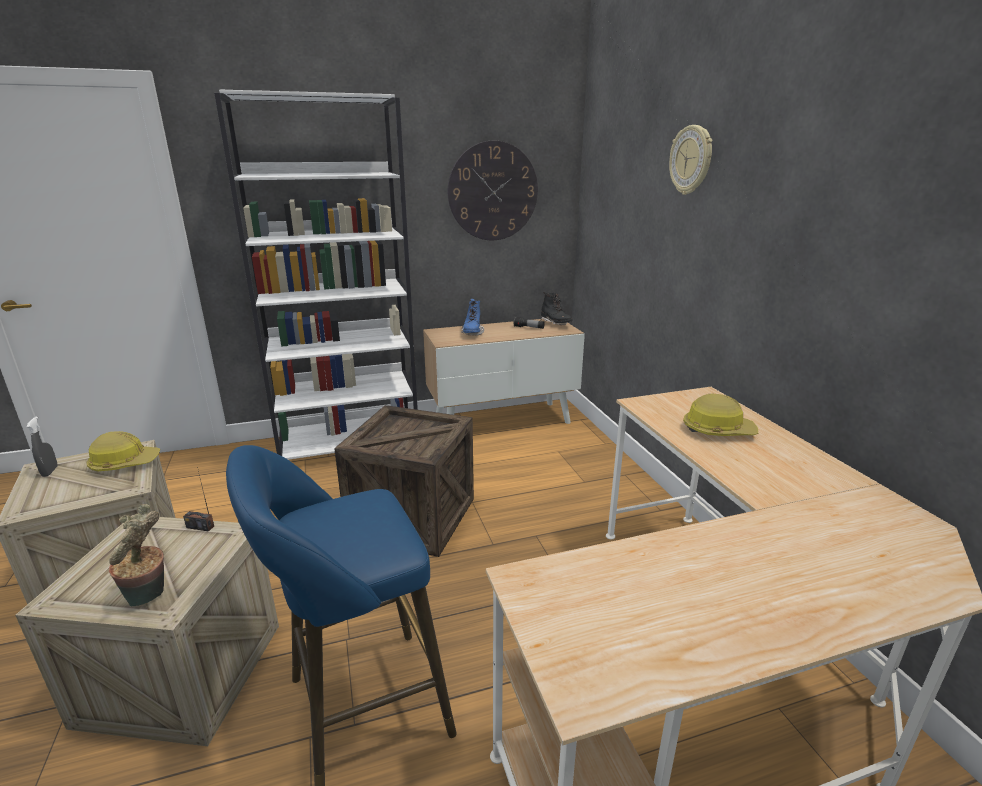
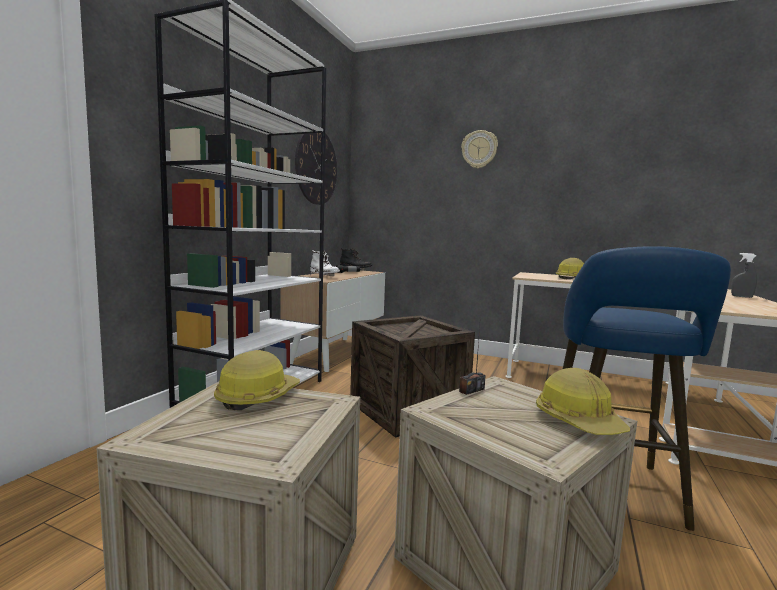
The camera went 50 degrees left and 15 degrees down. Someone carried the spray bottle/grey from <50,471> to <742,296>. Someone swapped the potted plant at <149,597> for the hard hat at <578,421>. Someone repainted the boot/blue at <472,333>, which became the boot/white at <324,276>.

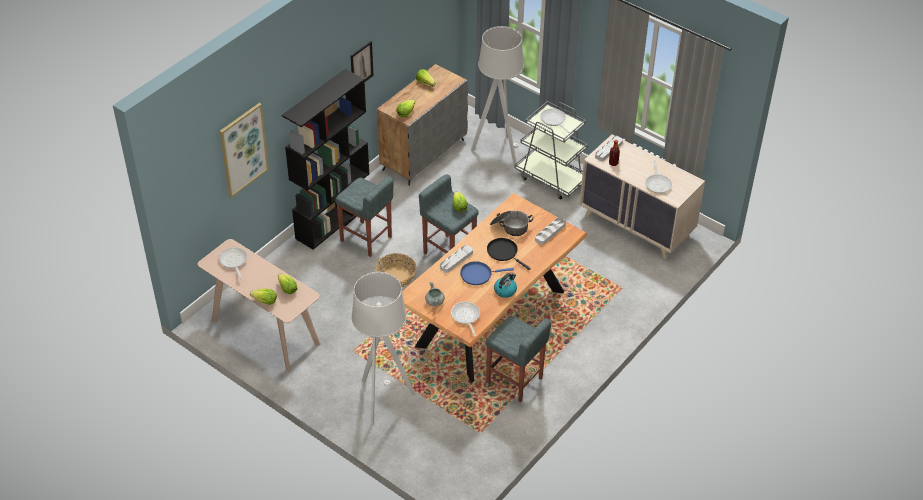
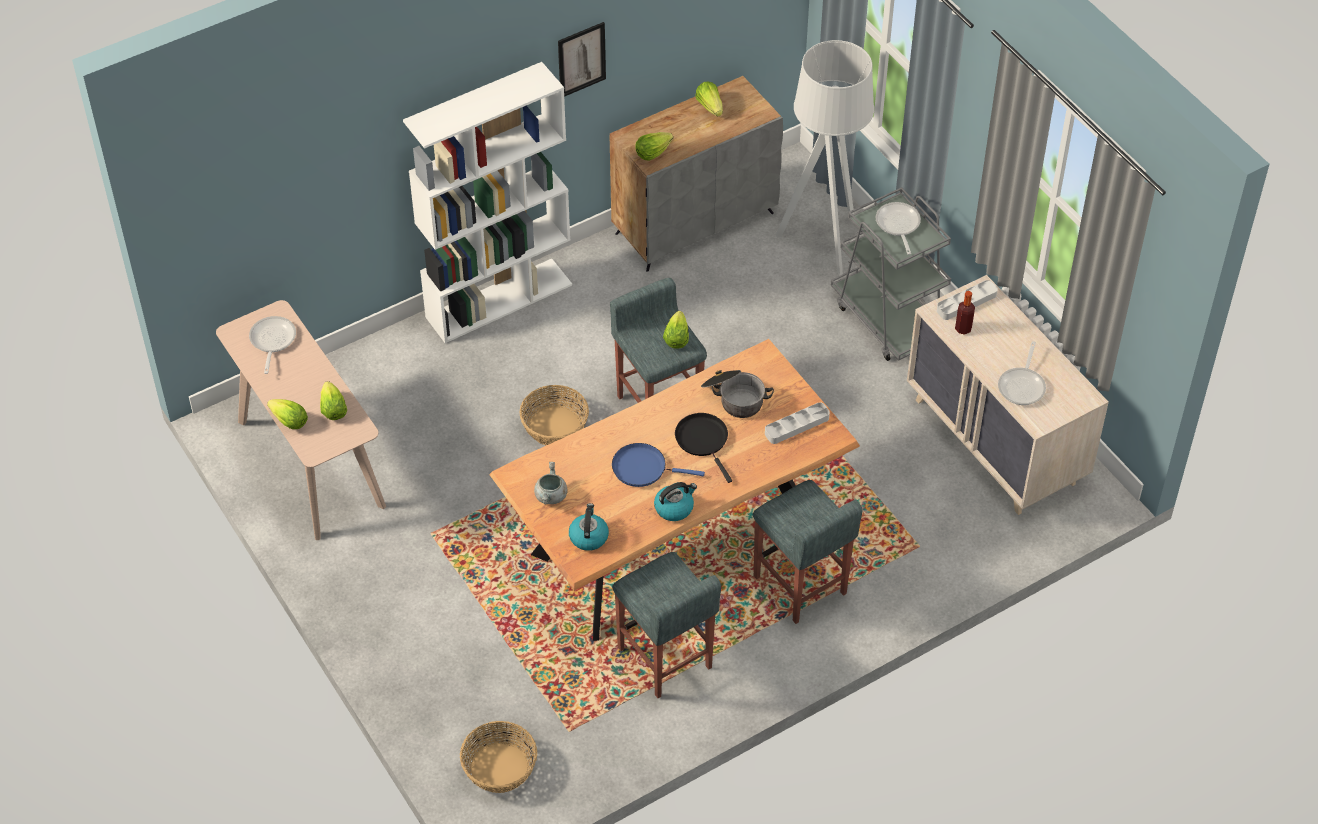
The camera went 20 degrees right and 5 degrees up. Someone took away the picture at <243,149>. Someone repainted the bookcase/black at <333,219>, which became the bookcase/white at <499,300>. Someone carried the stool/grey from <366,239> to <800,586>. Someone took away the floor lamp/grey at <383,399>. Someone took away the tray/grey at <456,260>. Someone swapped the frying pan at <466,317> for the kettle at <588,536>. Someone put down the basket at <499,768>.

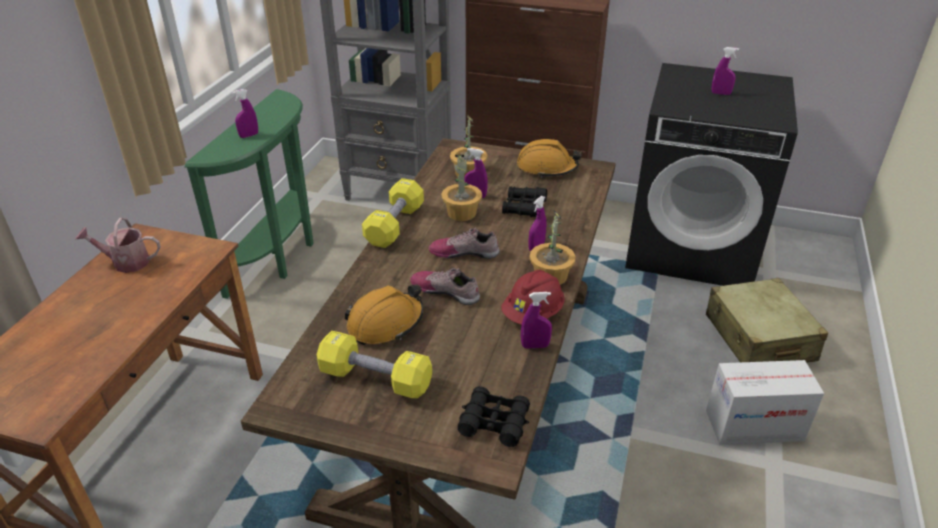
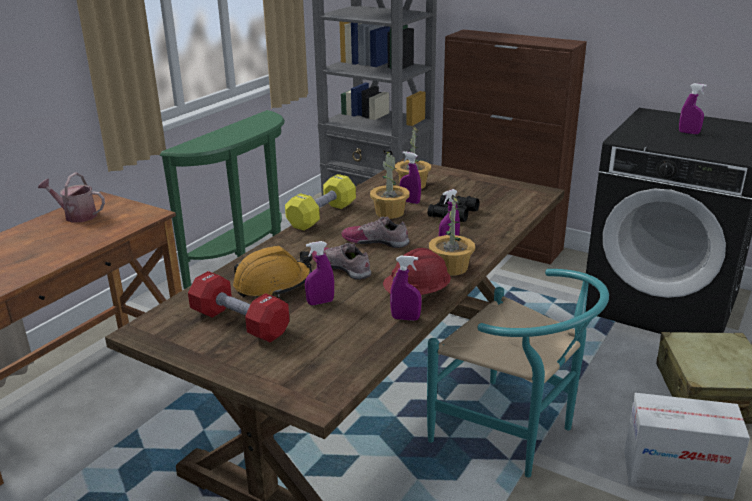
The camera went 15 degrees right and 10 degrees down. Someone carried the spray bottle/purple from <249,135> to <320,302>. Someone repainted the dumbbell/yellow at <375,379>, which became the dumbbell/red at <240,323>. Someone took away the binoculars/black at <494,422>. Someone took away the hard hat/orange at <547,168>. Someone put down the chair/turquoise at <513,434>.

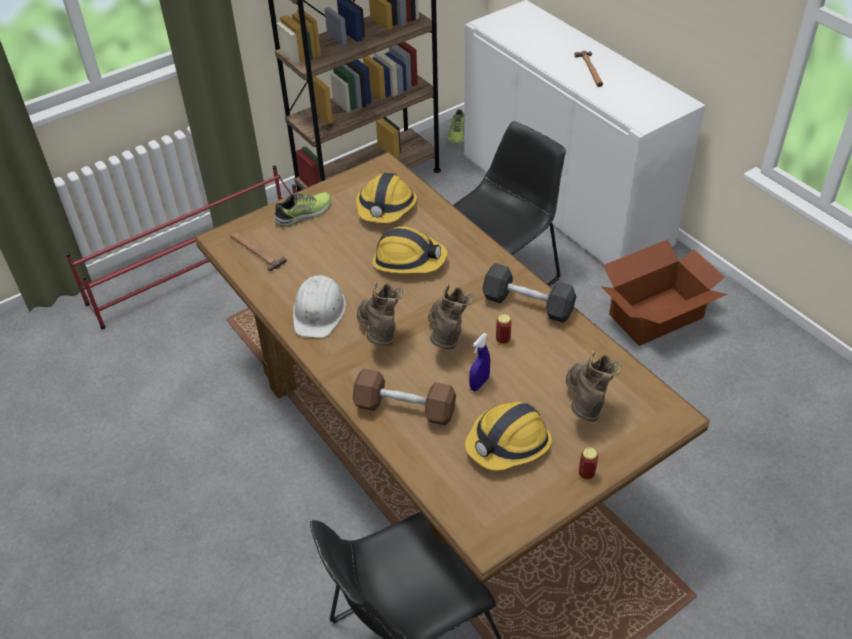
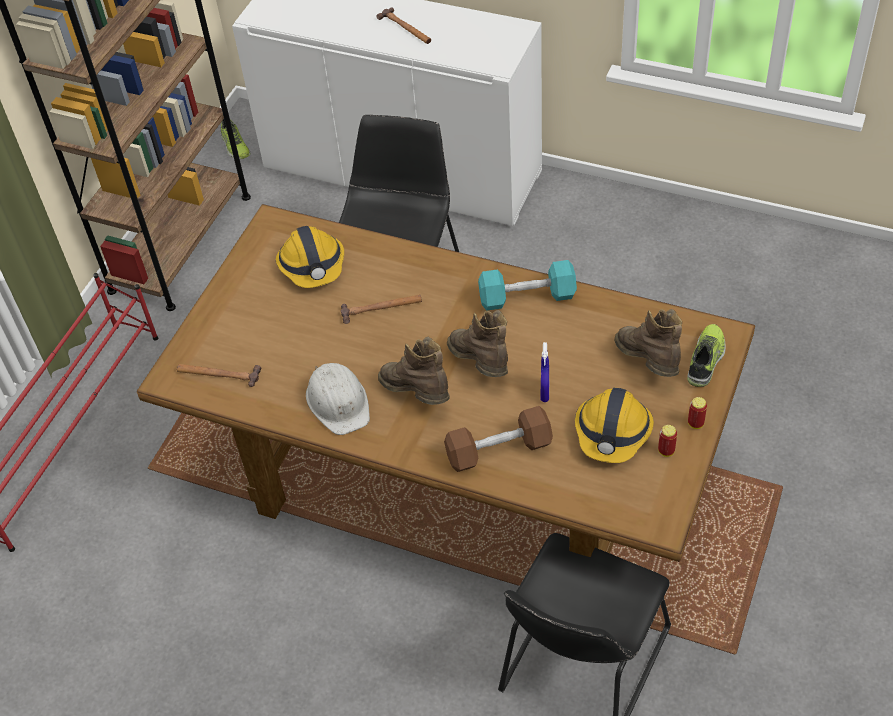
The camera went 30 degrees left and 5 degrees up. Someone carried the shoe from <304,214> to <706,360>. Someone swapped the hard hat at <408,260> for the hammer at <381,308>. Someone repainted the dumbbell/black at <528,304>, which became the dumbbell/turquoise at <527,297>. Someone carried the can from <503,340> to <666,451>. Someone took away the cardboard box at <657,316>.

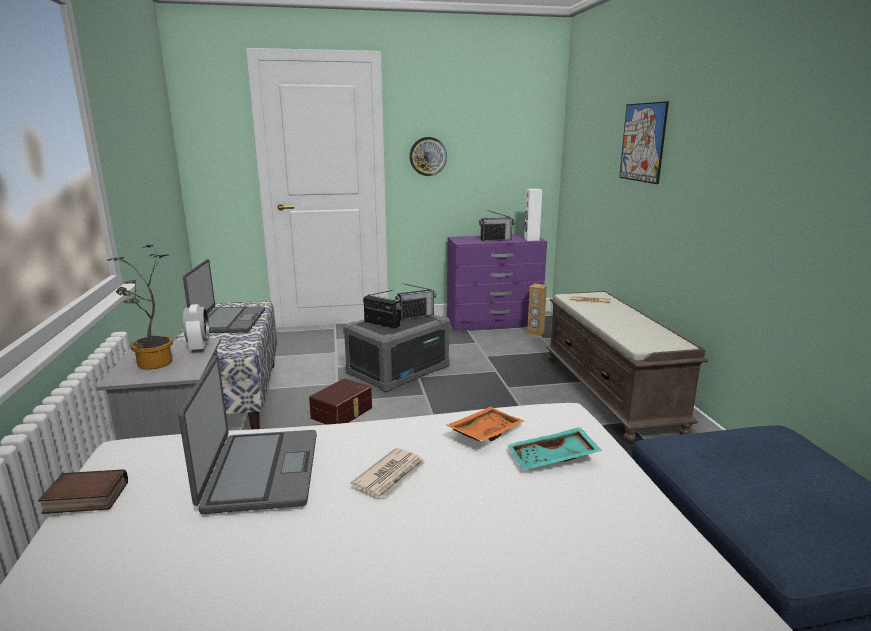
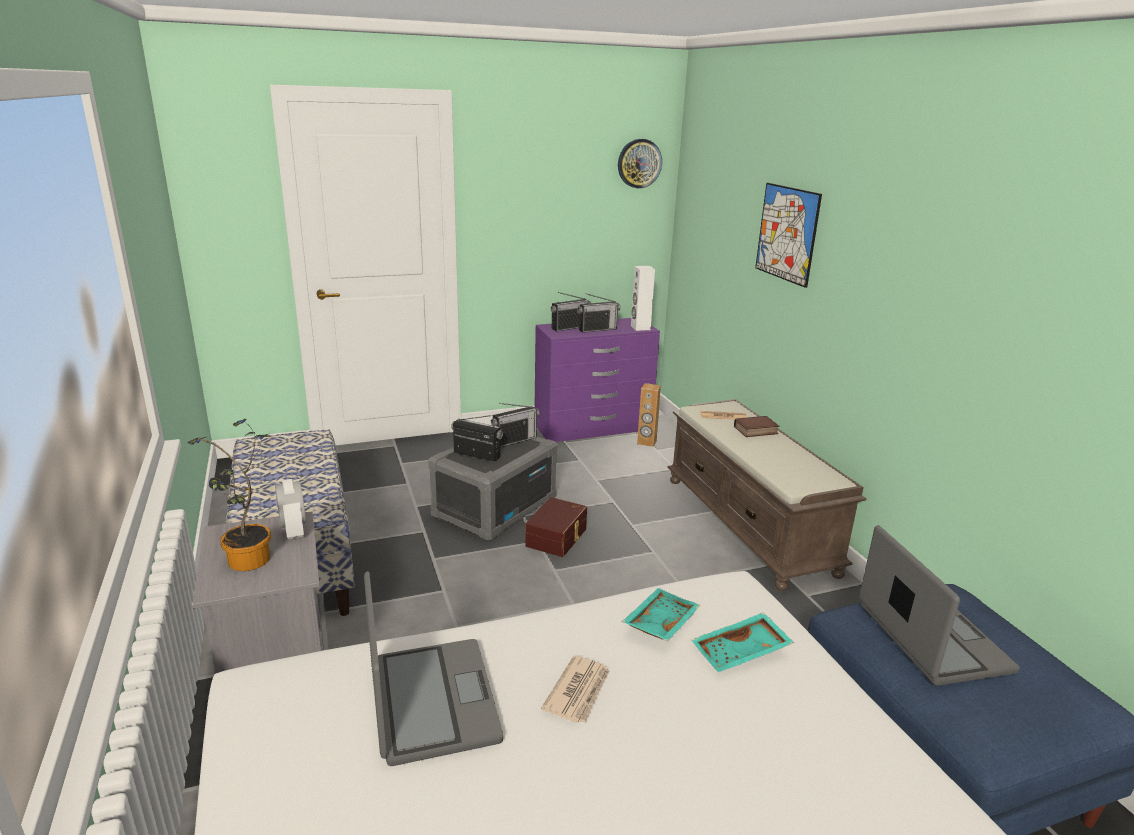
The camera went 10 degrees left and 5 degrees up. Someone carried the book from <84,499> to <755,431>. Someone carried the laptop from <229,321> to <931,638>. Someone carried the storage box/brown from <343,413> to <557,537>. Someone carried the wall clock from <428,156> to <639,163>. Someone repainted the tray/orange at <484,432>, which became the tray/turquoise at <659,622>. Someone put down the radio at <569,327>.

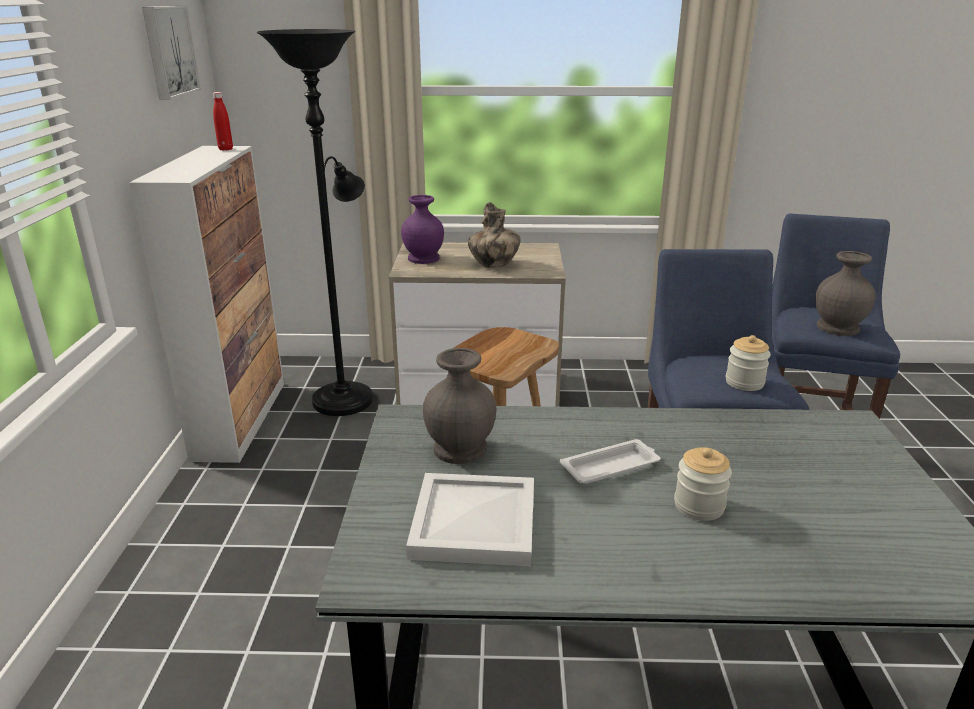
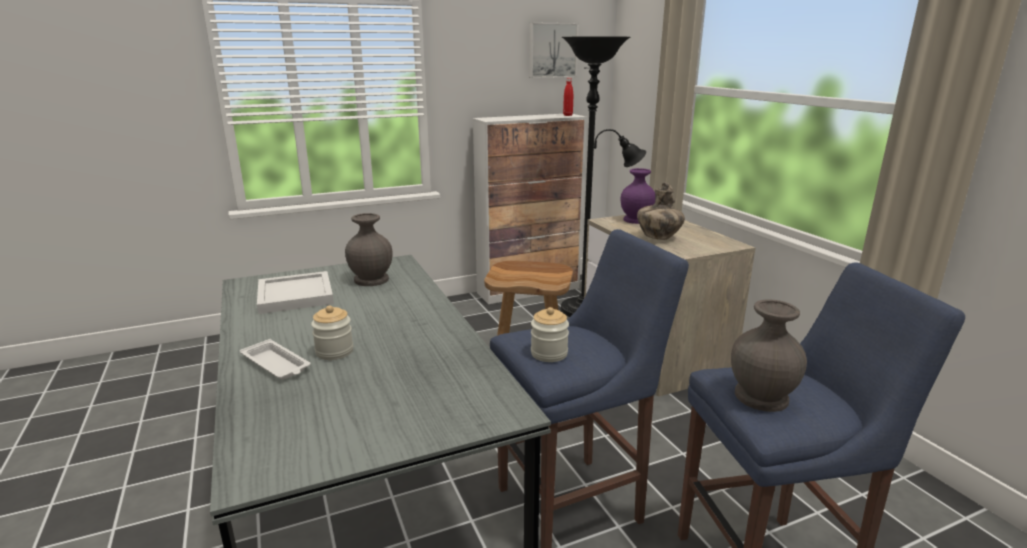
The camera went 65 degrees right and 5 degrees down. Someone carried the tray/white from <611,467> to <276,365>.

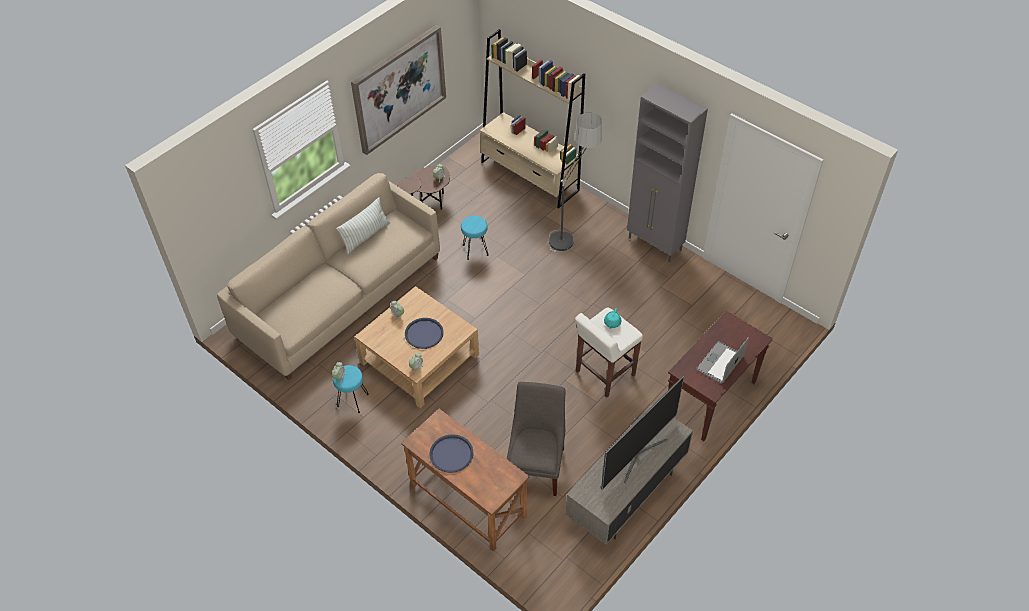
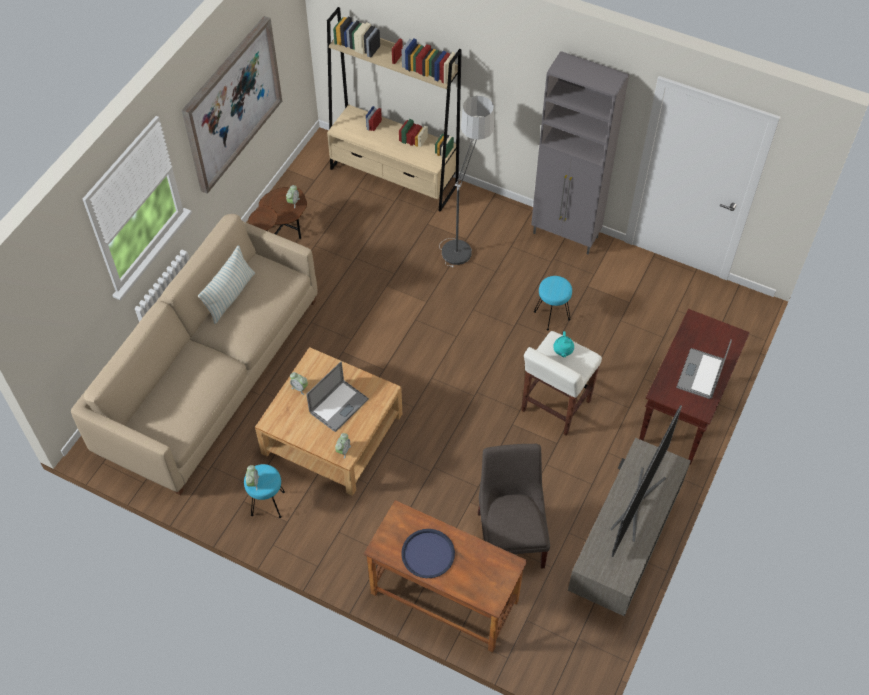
The camera went 15 degrees left and 5 degrees up. Someone swapped the tray/blue at <424,333> for the laptop at <339,406>. Someone carried the stool/turquoise from <475,250> to <552,316>.

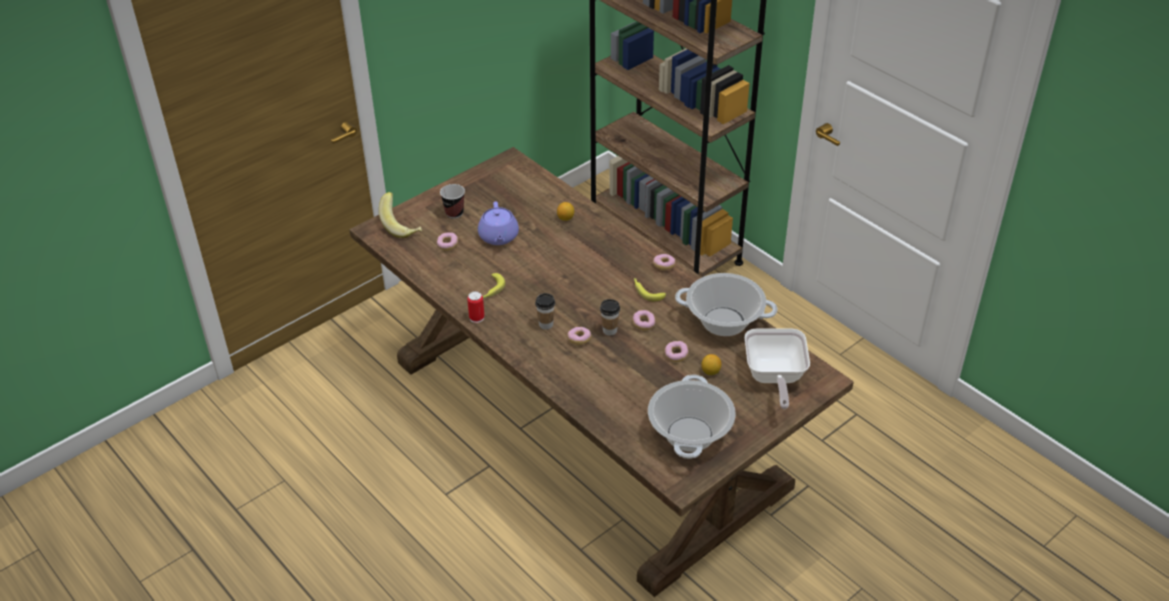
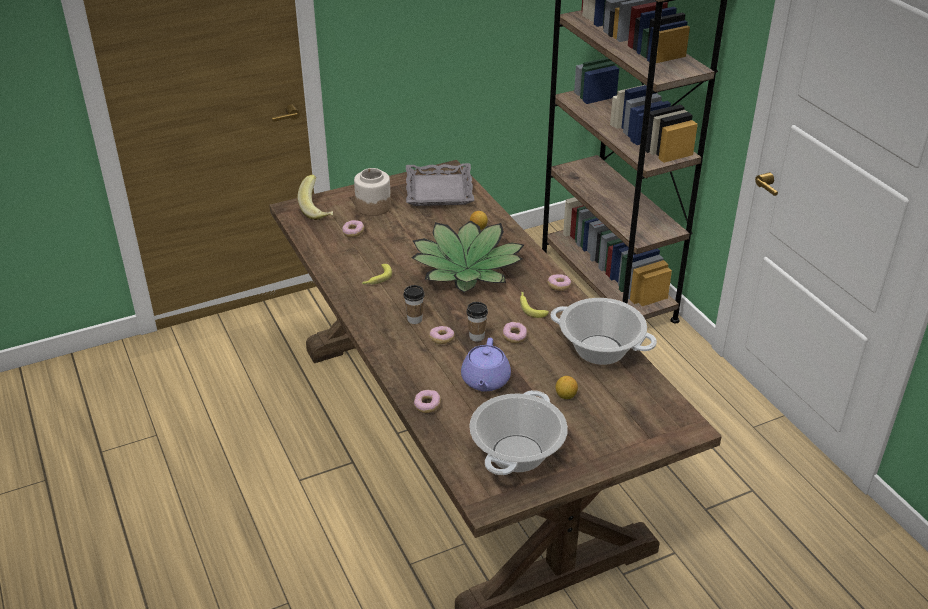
The camera went 15 degrees right and 5 degrees down. Someone swapped the cup at <454,213> for the jar at <373,206>. Someone took away the can at <476,318>. Someone carried the teapot/purple from <498,237> to <485,381>. Someone carried the donut from <676,355> to <427,406>. Someone took away the frying pan at <774,378>. Someone put down the tray/grey at <438,190>. Someone put down the potted plant at <466,268>.

